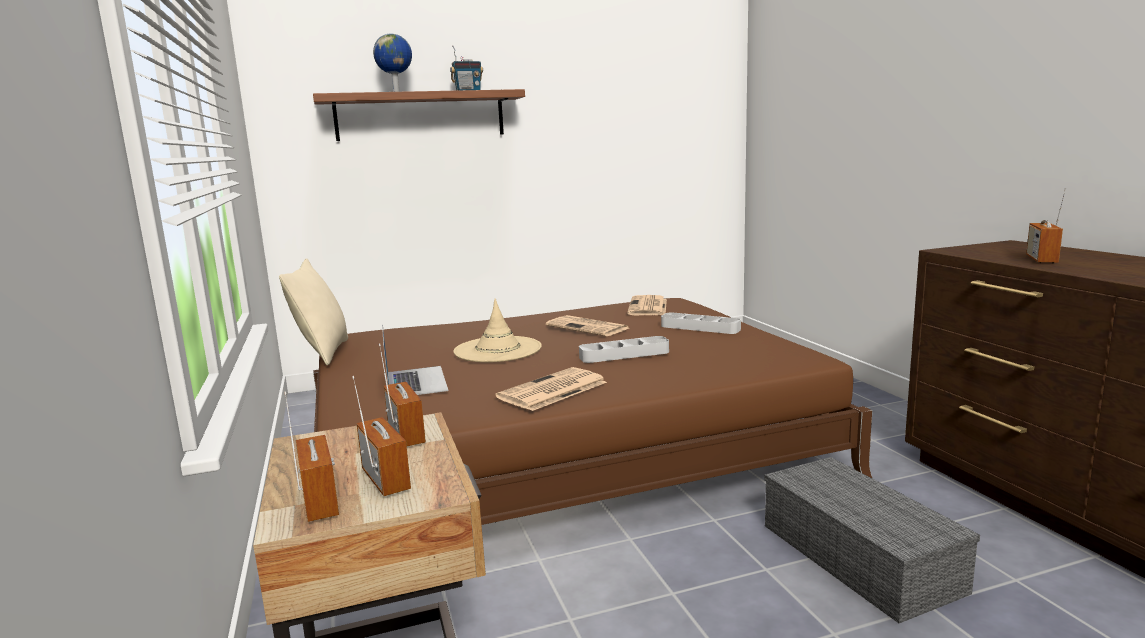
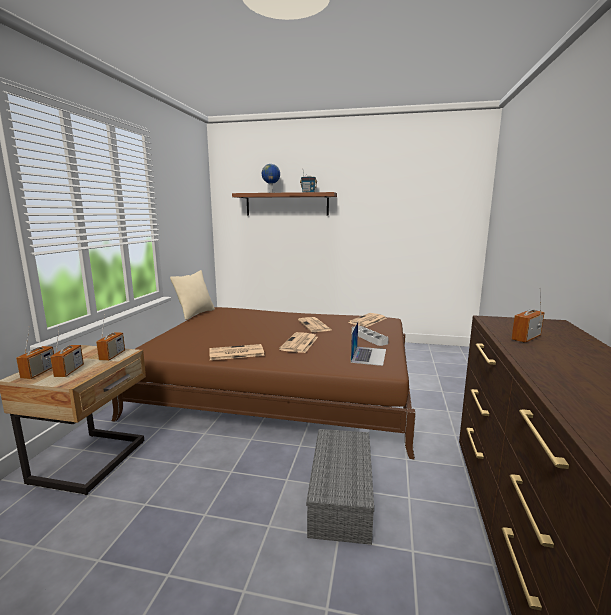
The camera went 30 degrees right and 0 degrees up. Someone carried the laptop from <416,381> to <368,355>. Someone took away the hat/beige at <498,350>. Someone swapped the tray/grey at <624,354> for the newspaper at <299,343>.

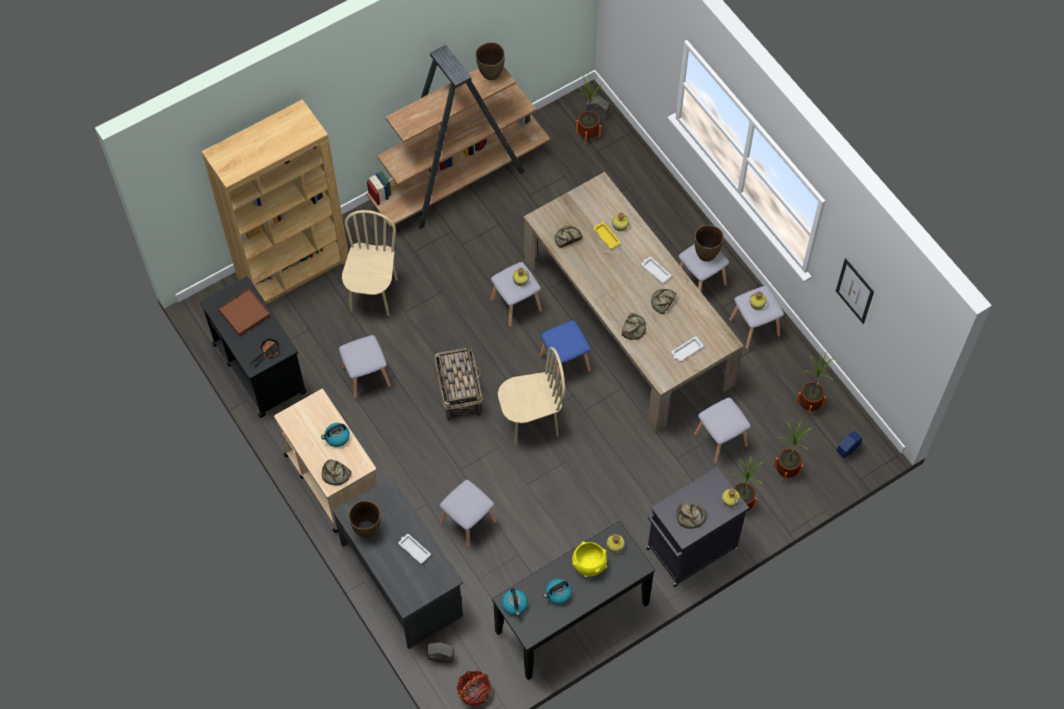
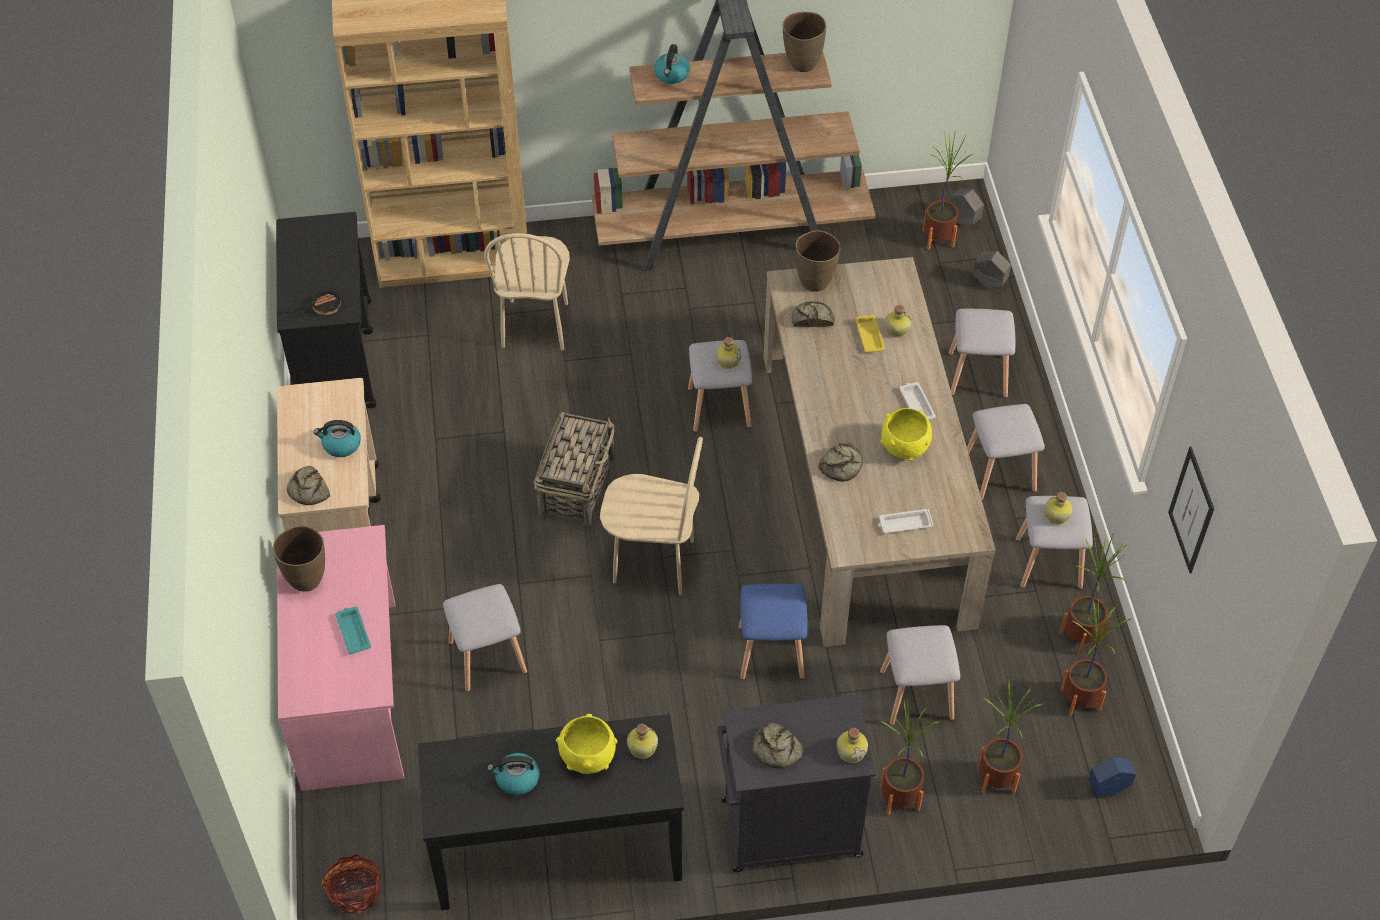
The camera went 25 degrees right and 10 degrees down. Someone took away the tray/brown at <244,313>. Someone repainted the desk/grey at <402,579>, which became the desk/pink at <352,693>. Someone carried the stool/grey from <367,377> to <978,376>. Someone rotated the chair/beige at <373,294> by 150 degrees clockwise. Someone repainted the tray/white at <414,549>, which became the tray/turquoise at <353,632>. Someone carried the planter/grey from <441,657> to <989,283>. Someone carried the kettle from <515,605> to <672,75>. Someone carried the stool/blue from <564,362> to <770,651>. Someone swapped the bread at <663,302> for the bowl/yellow at <904,447>. Someone carried the vase/brown from <706,254> to <815,281>. Someone put down the potted plant at <1081,636>.

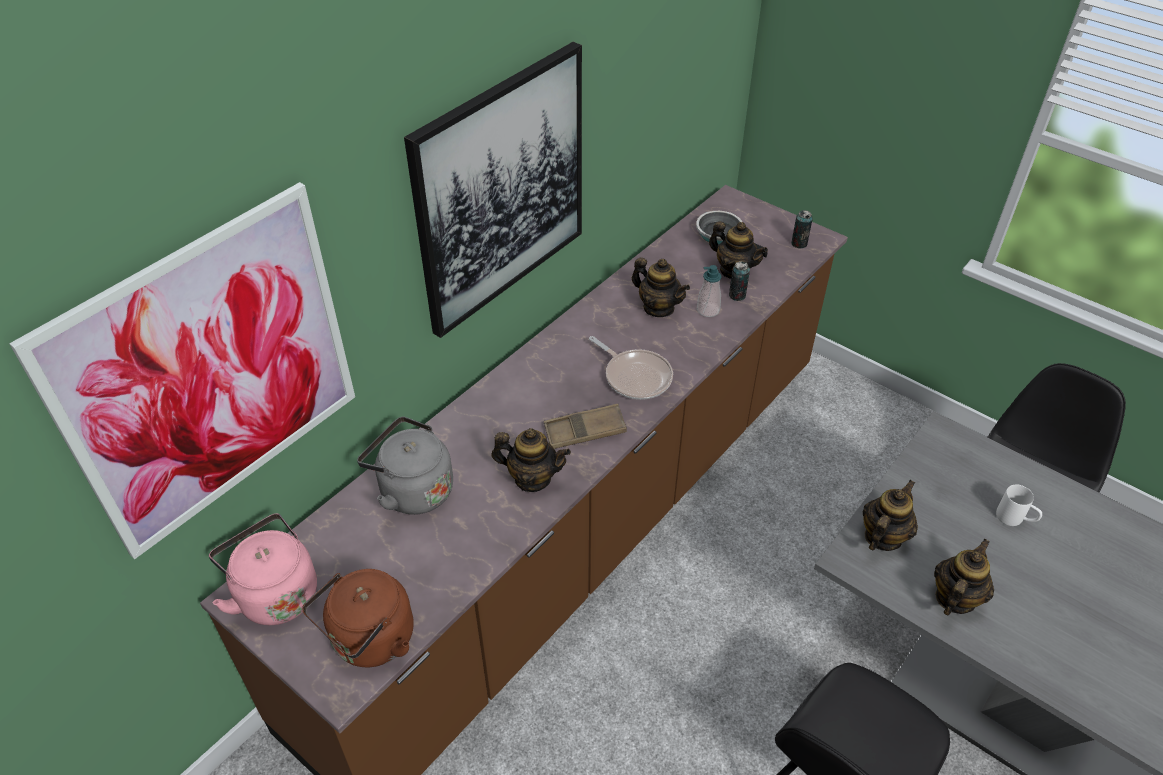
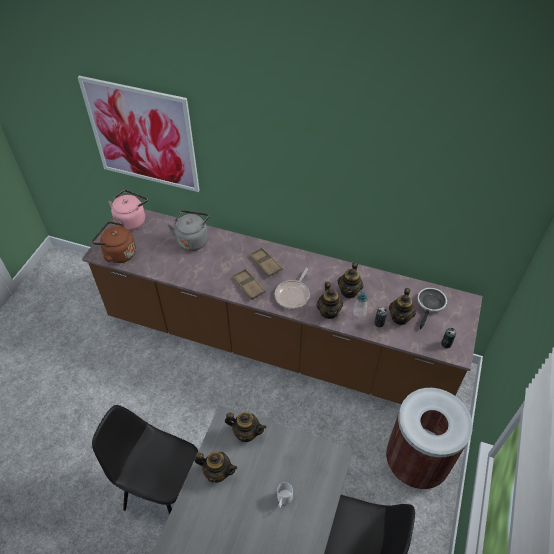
The camera went 70 degrees right and 5 degrees up. Someone took away the picture at <501,190>. Someone carried the teapot from <532,478> to <329,311>. Someone put down the tray/brown at <265,263>. Someone put down the trash can/brown at <416,462>.

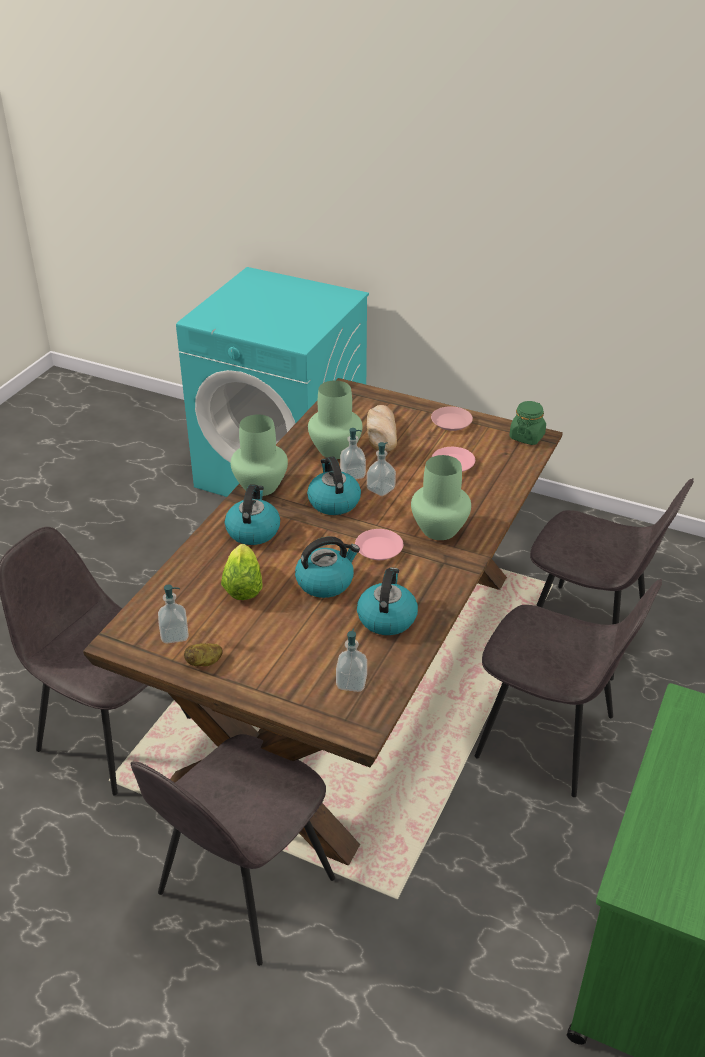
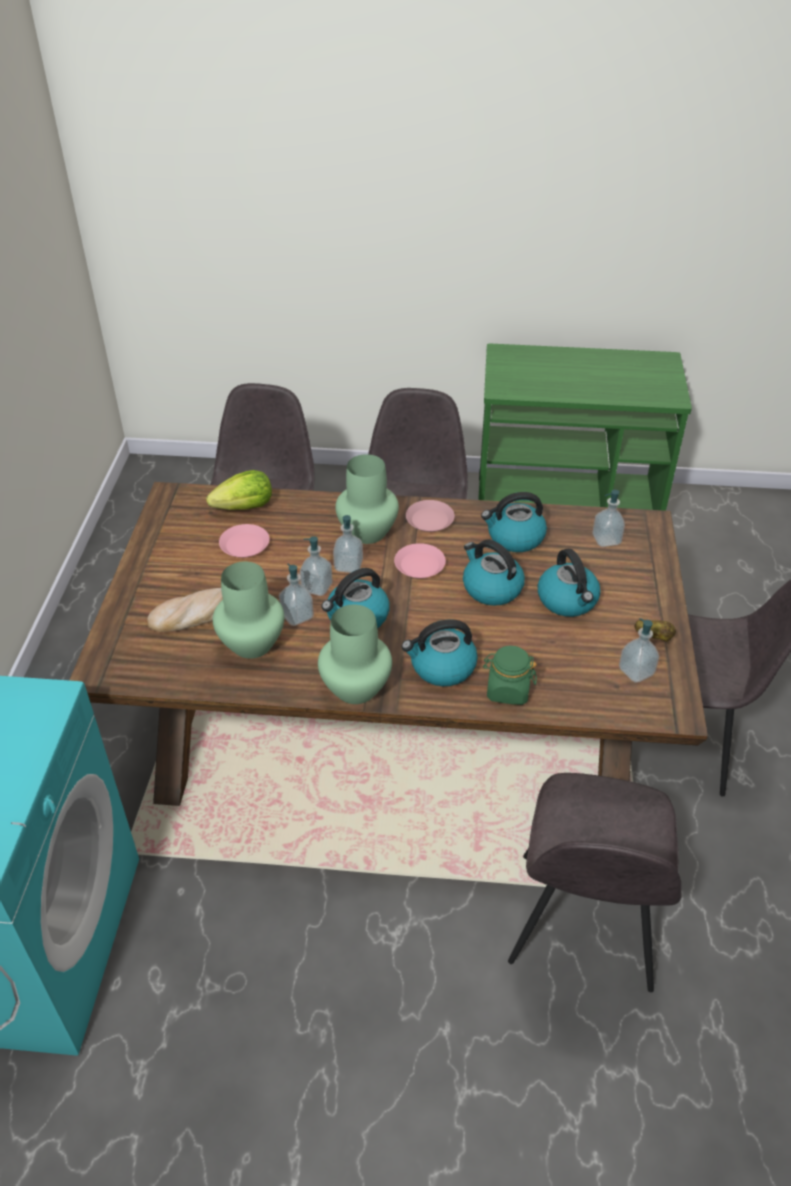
The camera went 110 degrees left and 5 degrees up. Someone carried the lettuce from <242,587> to <245,507>. Someone carried the plate/pink from <451,422> to <429,520>. Someone carried the jar/green from <527,436> to <507,690>. Someone put down the soap dispenser at <348,565>. Someone put down the kettle at <568,600>.

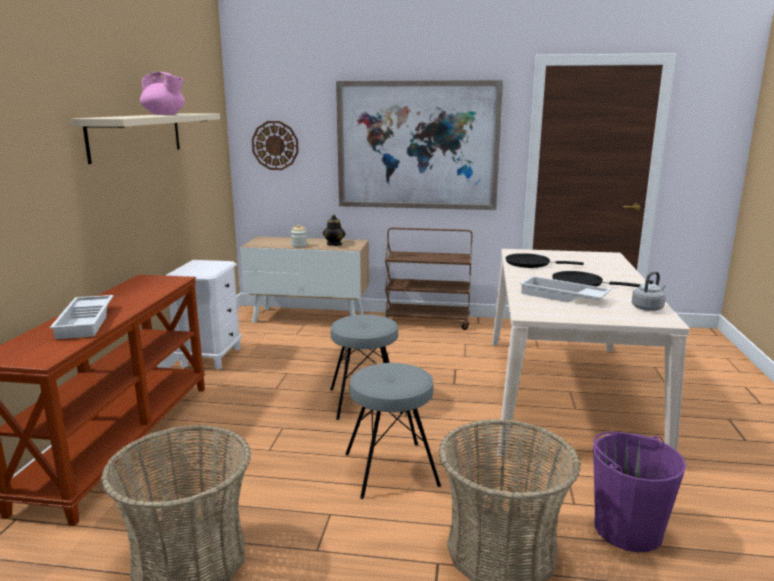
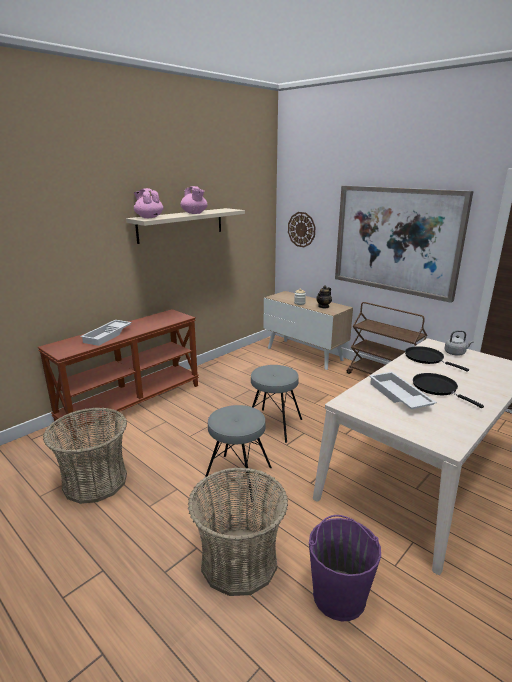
The camera went 35 degrees right and 5 degrees up. Someone took away the nightstand/white at <211,357>. Someone carried the kettle/grey from <648,308> to <455,353>. Someone put down the teapot/pink at <149,217>.

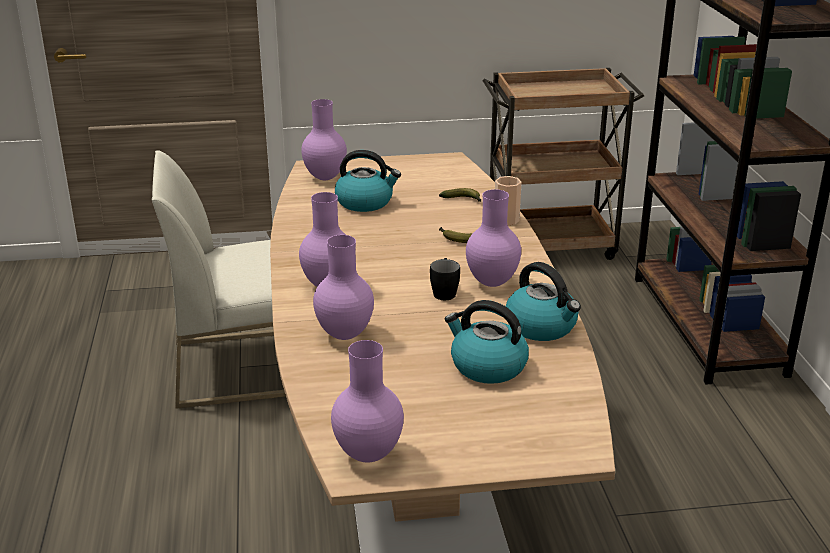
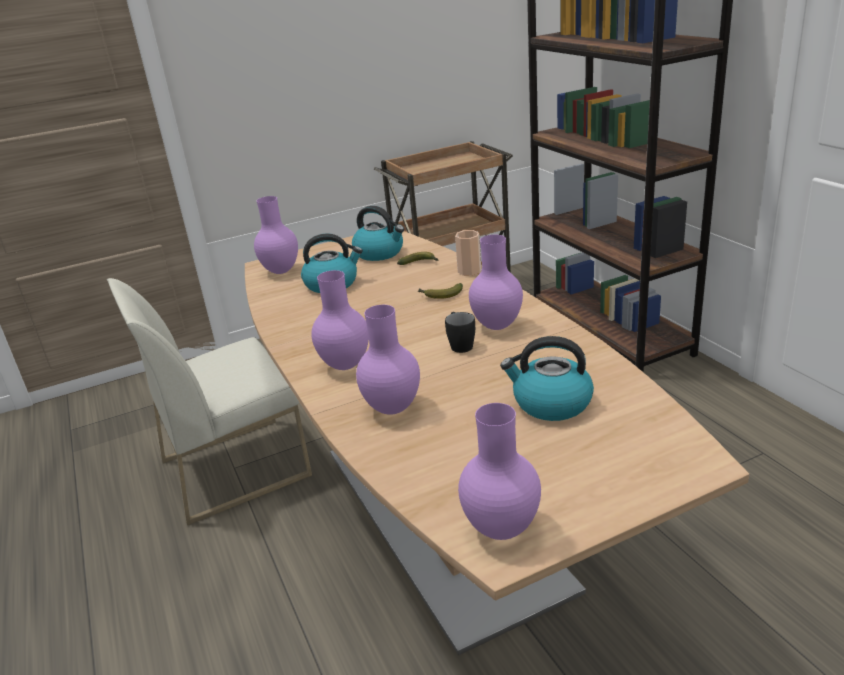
The camera went 15 degrees left and 0 degrees up. Someone carried the kettle from <542,327> to <380,253>.

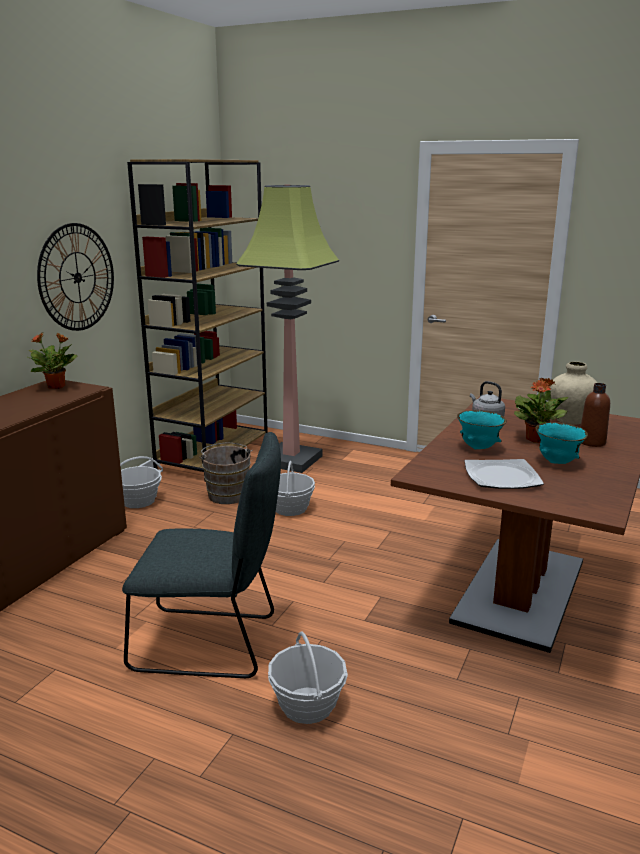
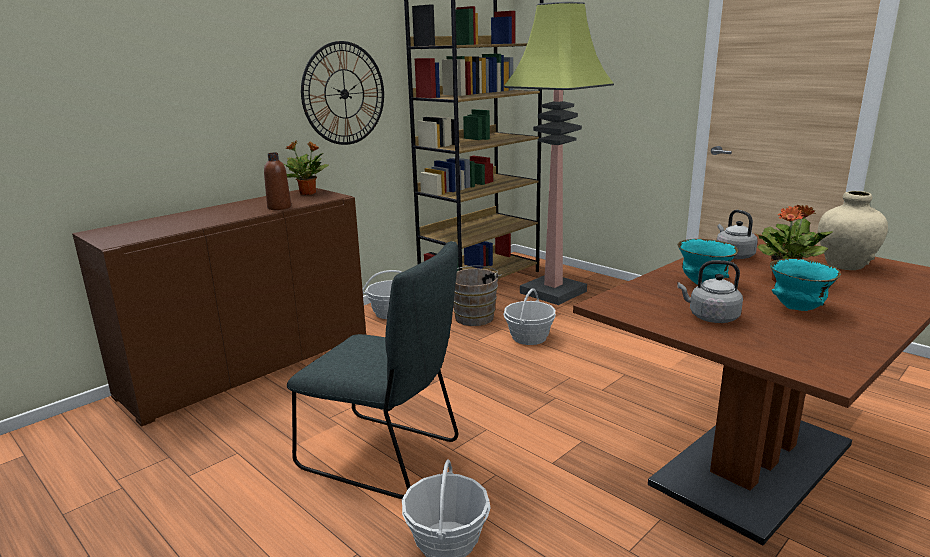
The camera went 20 degrees right and 0 degrees up. Someone swapped the plate at <501,477> for the kettle/grey at <710,317>. Someone carried the bottle/brown from <592,442> to <279,207>.

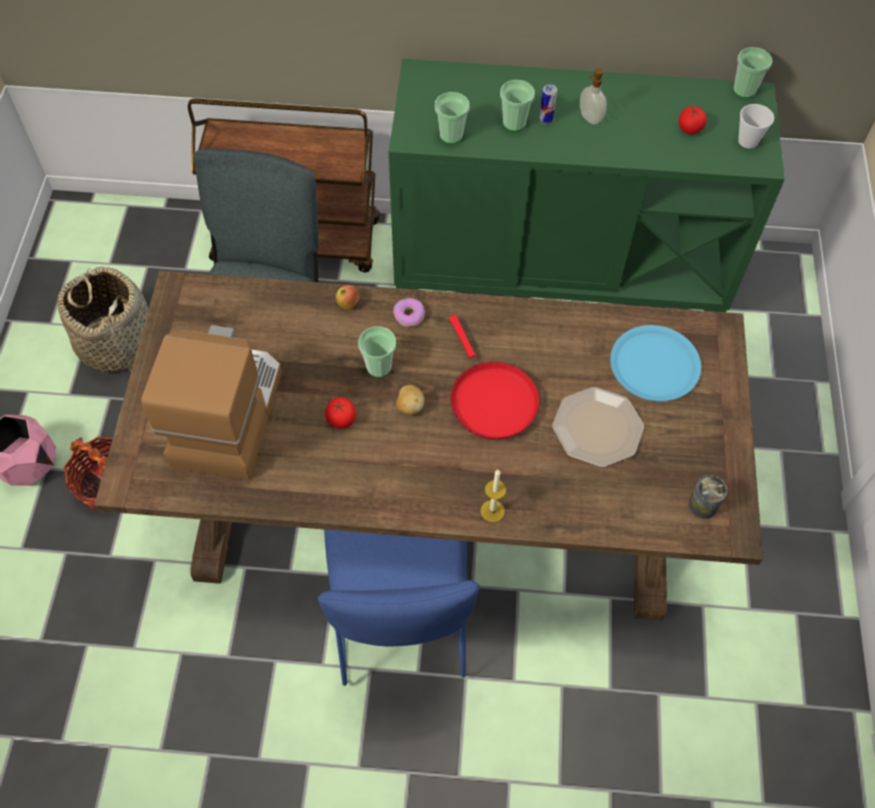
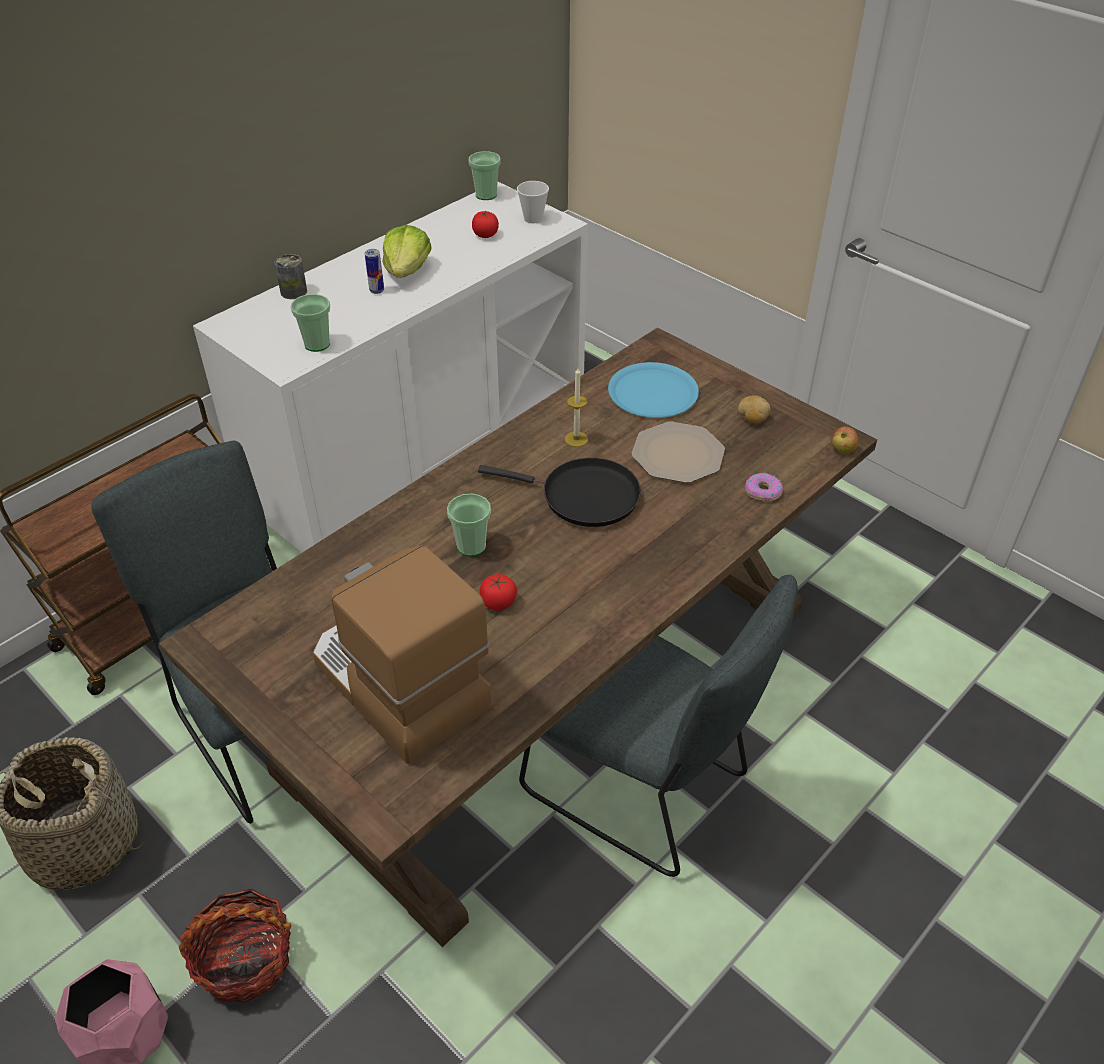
The camera went 50 degrees left and 15 degrees down. Someone repainted the chair/blue at <400,617>, which became the chair/grey at <643,789>. Someone carried the apple from <348,303> to <842,450>. Someone repainted the cabinet/green at <559,270>, which became the cabinet/white at <422,467>. Someone carried the donut from <409,315> to <762,492>. Someone carried the potato from <410,406> to <752,419>. Someone repainted the frying pan/red at <490,398>, which became the frying pan/black at <583,496>. Someone carried the candle from <492,511> to <576,439>. Someone took away the cup at <514,123>. Someone swapped the soap dispenser at <589,118> for the lettuce at <407,270>. Someone carried the can from <702,505> to <293,292>.

